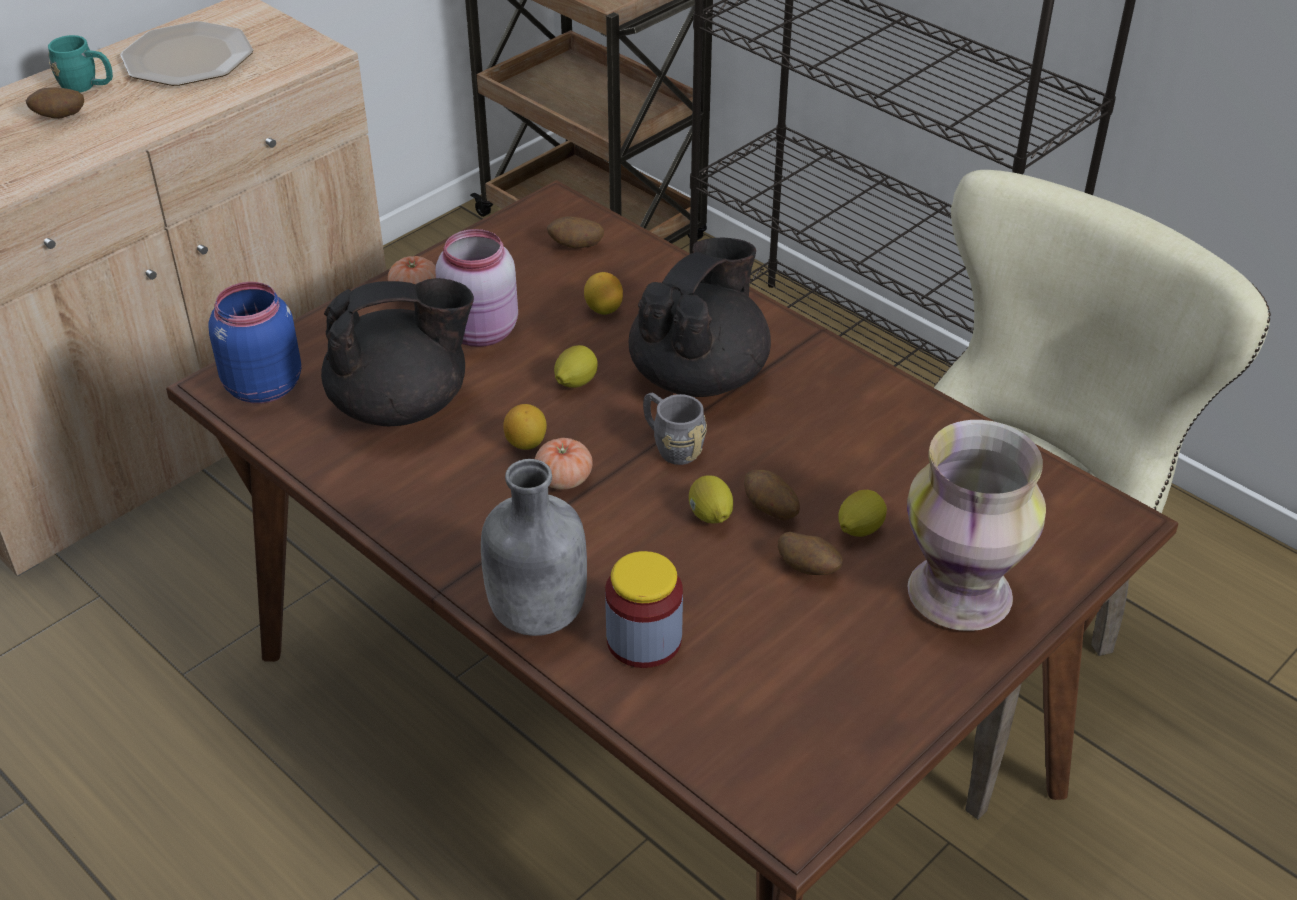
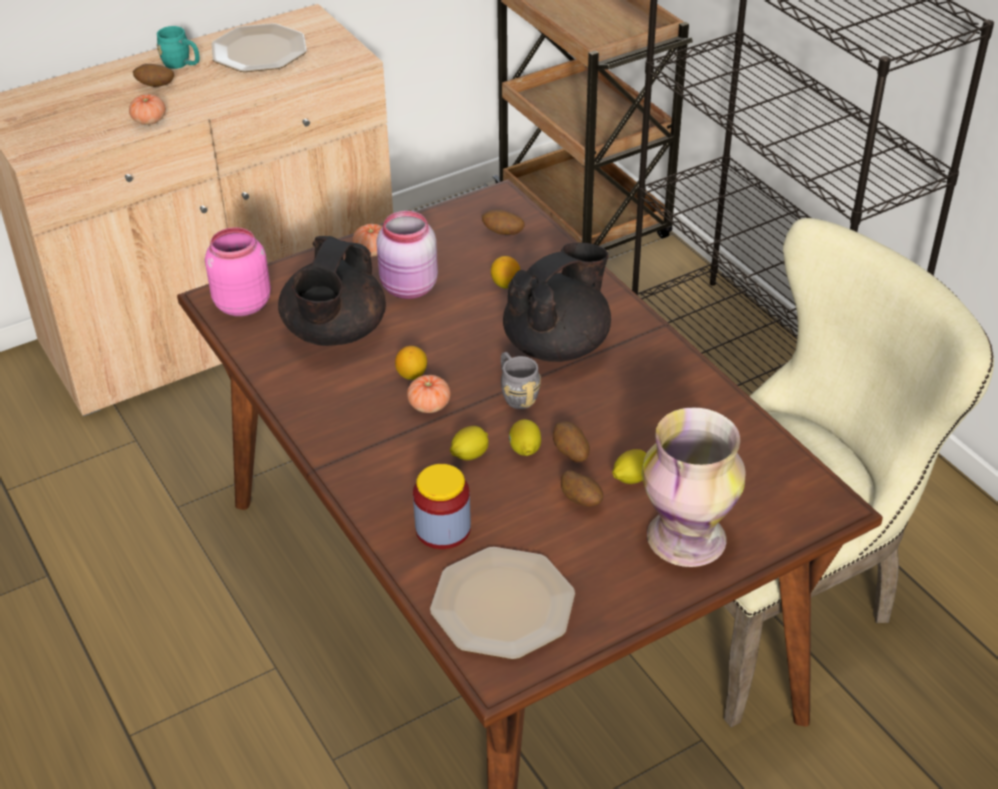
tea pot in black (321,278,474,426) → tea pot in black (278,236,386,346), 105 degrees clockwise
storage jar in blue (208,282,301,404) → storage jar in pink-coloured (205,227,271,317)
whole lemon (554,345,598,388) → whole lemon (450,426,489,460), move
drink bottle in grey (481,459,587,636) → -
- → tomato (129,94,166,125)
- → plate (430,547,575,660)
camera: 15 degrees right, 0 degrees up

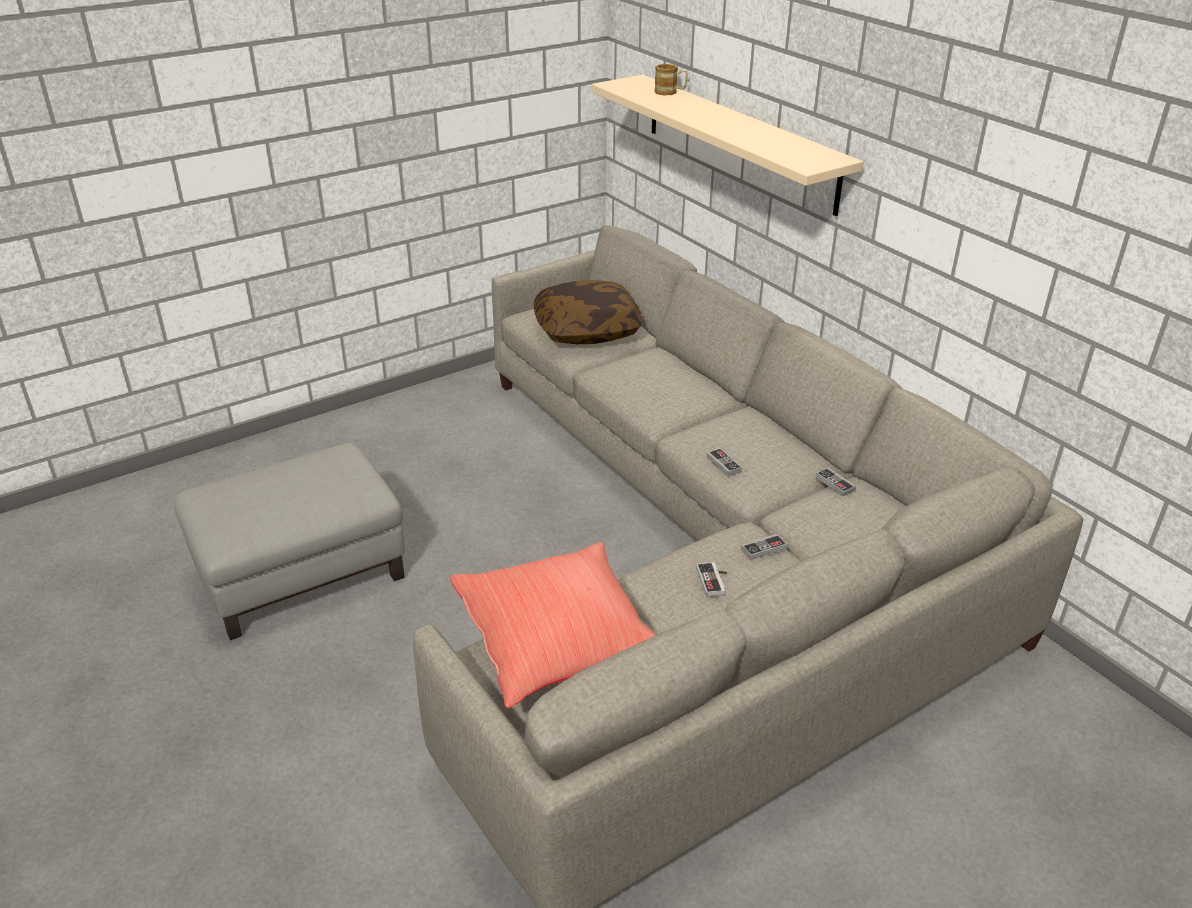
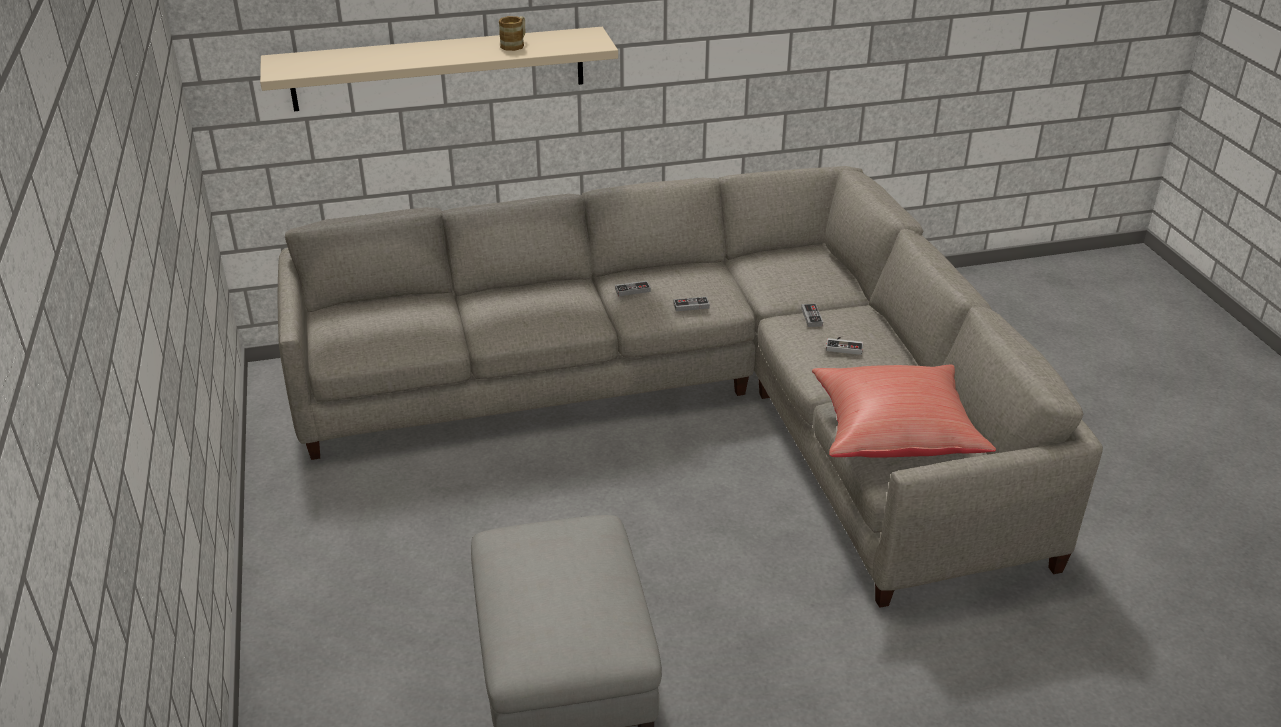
coffee mug (654,64,688,96) → coffee mug (499,16,525,51), move
pillow (534,280,642,344) → -
gamepad (815,468,856,496) → gamepad (615,281,651,296), move
camera: 70 degrees left, 0 degrees up

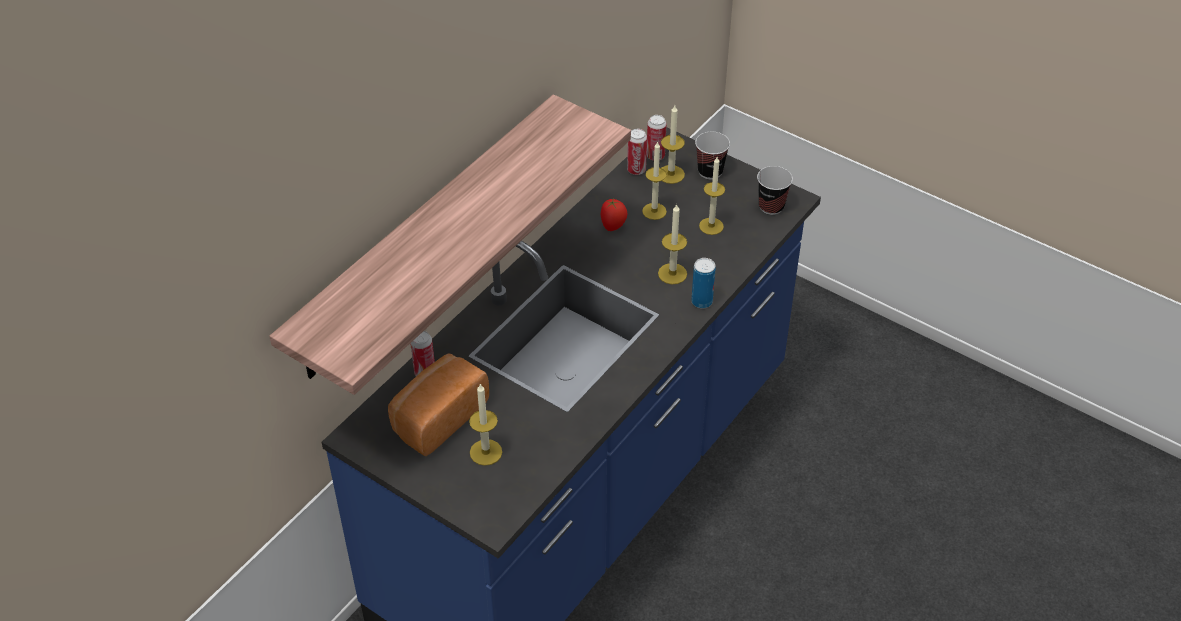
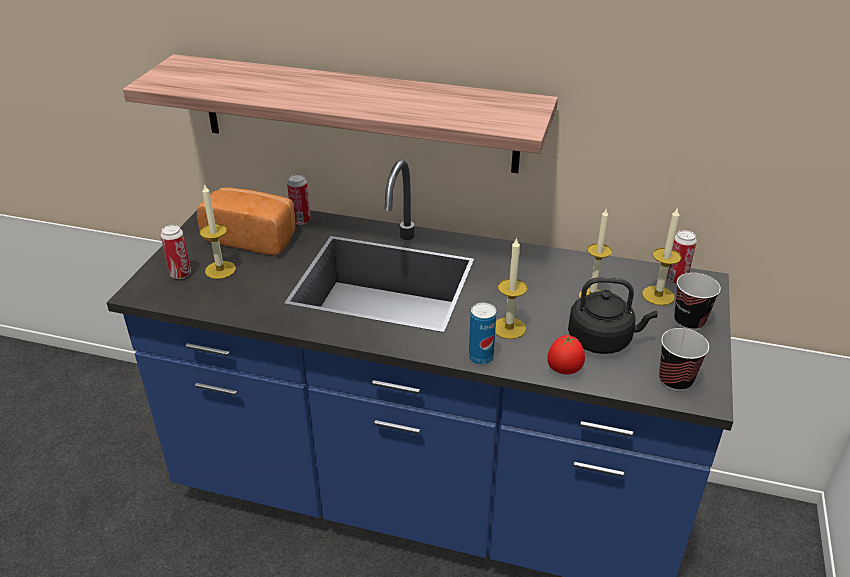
can (627,129,647,175) → can (161,225,191,279), move
candle (699,157,725,235) → kettle in black (568,277,658,354)
tomato (601,198,627,231) → tomato (547,335,585,375), move
camera: 70 degrees right, 10 degrees down

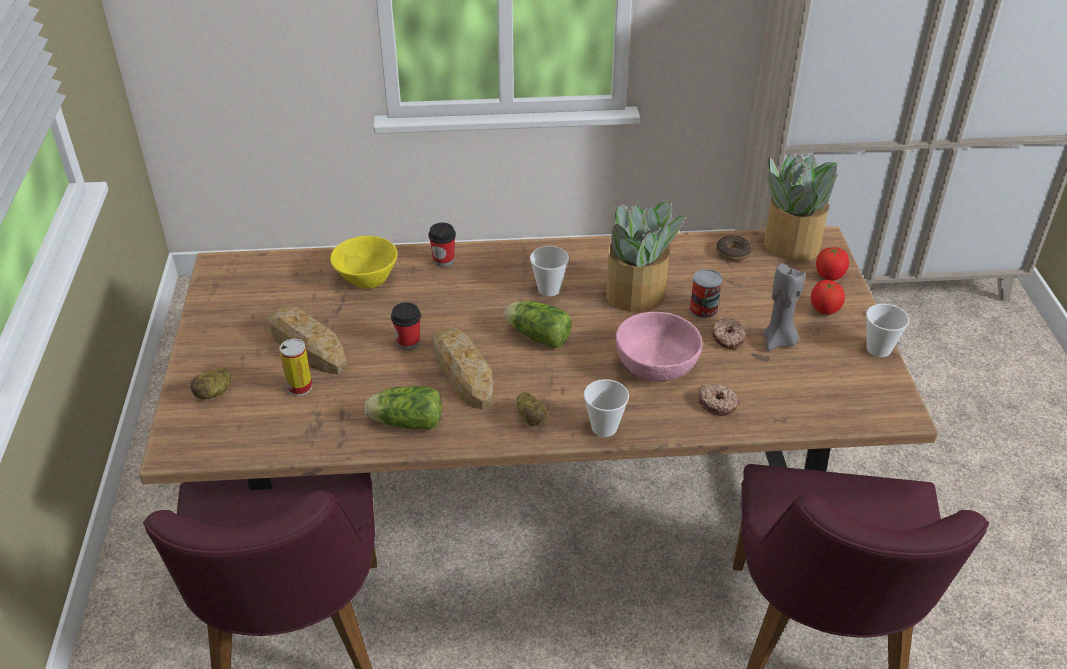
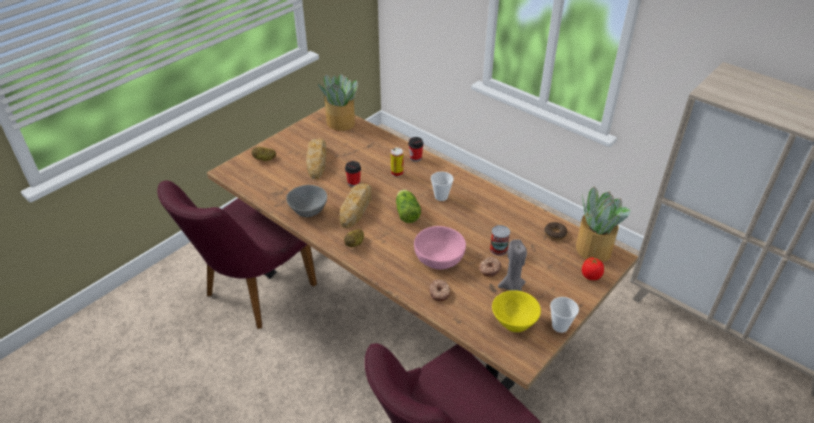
houseplant (606,201,685,312) → houseplant (318,74,358,131), move
deep dish in yellow (330,236,397,288) → deep dish in yellow (492,290,541,332), move
tomato (811,280,845,315) → -
can (279,339,312,396) → can (391,147,404,177), move
cup (584,379,629,437) → -
lettuce (365,386,442,430) → deep dish in grey (286,185,327,217)
camera: 45 degrees right, 0 degrees up

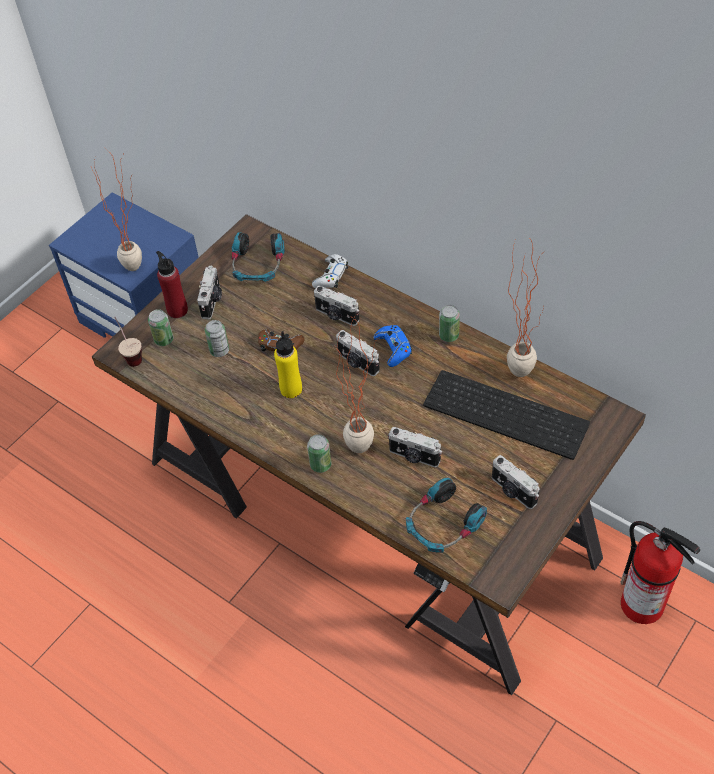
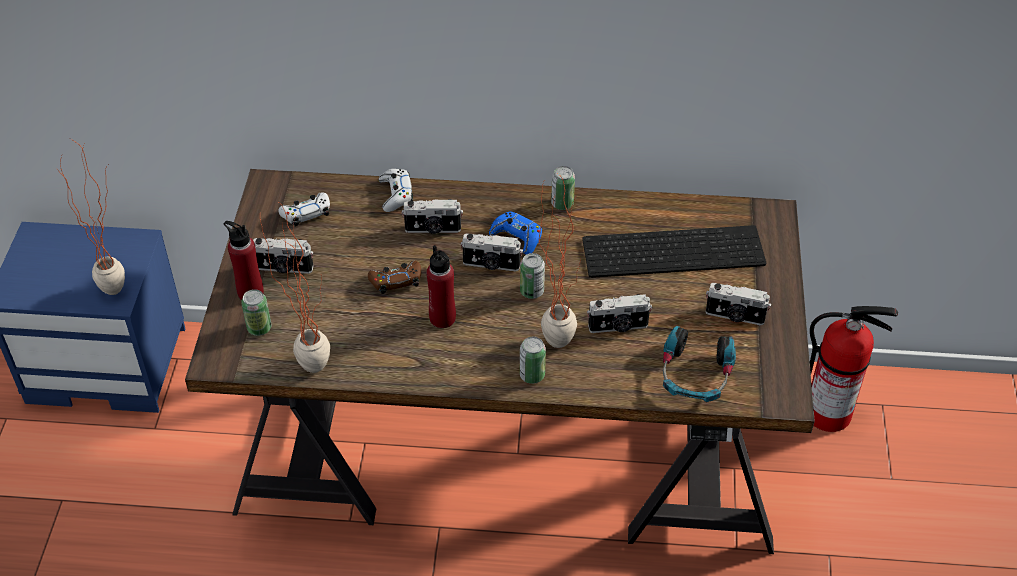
headset (231,232,285,282) → gamepad in white-coloured (278,192,330,227)
houseplant (507,237,544,377) → houseplant (260,202,330,373), move
still camera (197,266,222,319) → still camera (253,238,314,274), 120 degrees clockwise
cup (114,317,142,367) → -
can (205,320,229,357) → can (520,253,545,299), move
drink bottle in yellow (274,331,302,398) → drink bottle in red-coloured (426,245,456,328)
camera: 35 degrees left, 5 degrees down

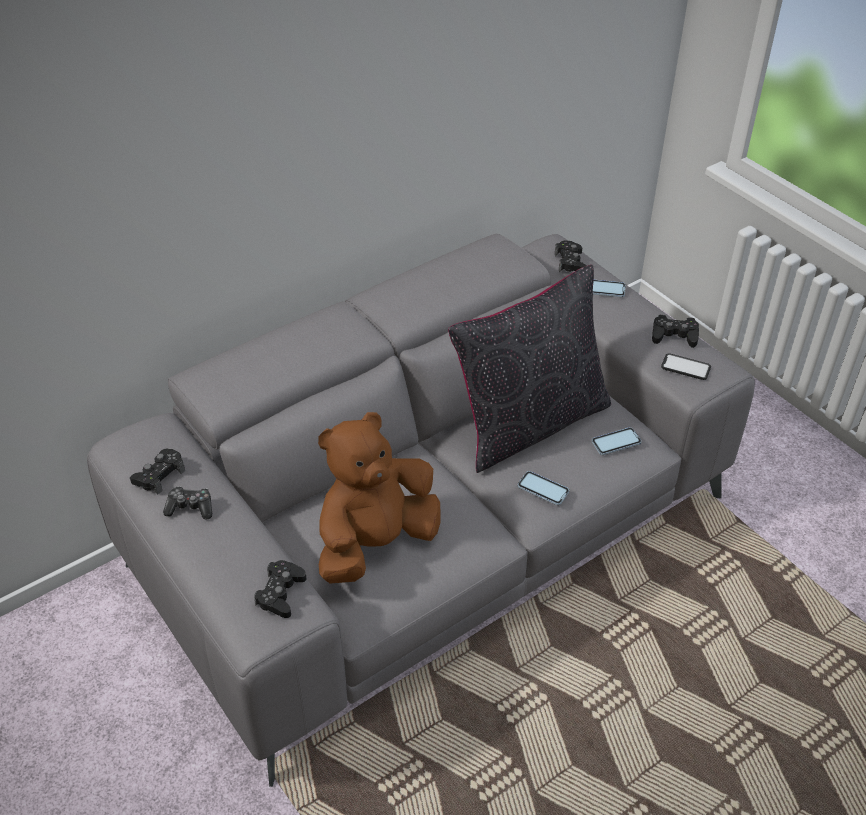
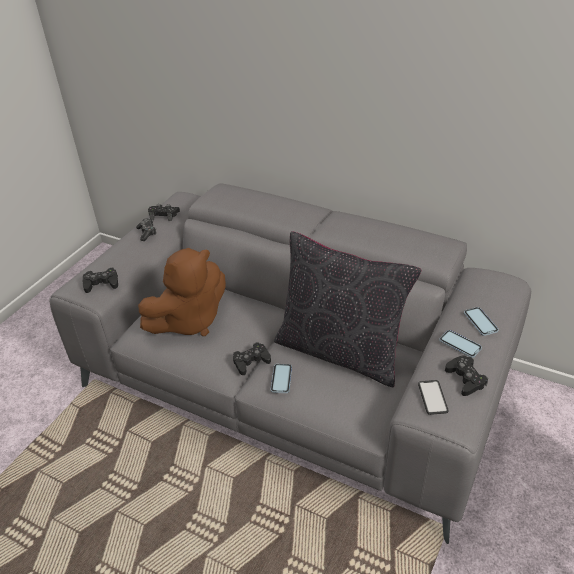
gamepad in black (555,241,587,272) → gamepad in black (233,342,271,375), move
soft toy in brownish (318,412,441,584) → soft toy in brownish (138,248,226,336), 120 degrees clockwise
handset (592,427,641,455) → handset (439,330,482,358), move
camera: 65 degrees right, 5 degrees down

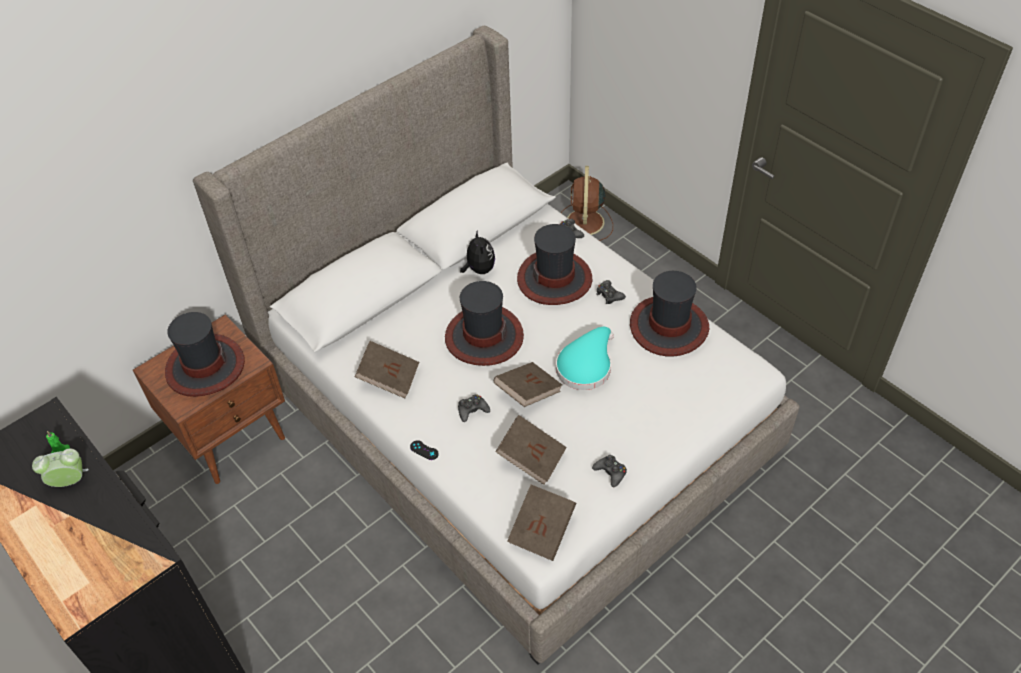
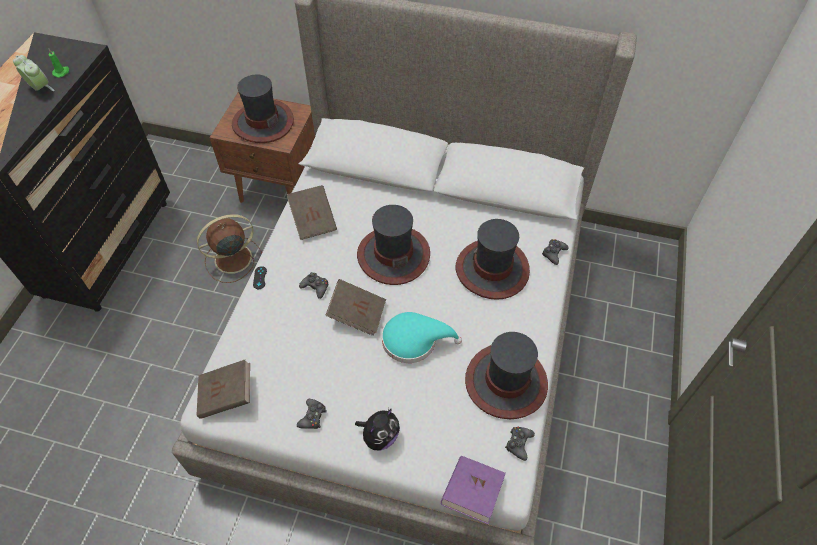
electric fan in brownish (561,166,613,241) → electric fan in brownish (197,214,262,283), move
soft toy (460,229,495,274) → soft toy (355,408,400,451), move
gamepad in black (596,280,626,304) → gamepad in black (505,427,535,461), move
book in brownish (496,415,567,485) → -
- → book in purplish (441,456,506,524)
camera: 55 degrees right, 5 degrees up

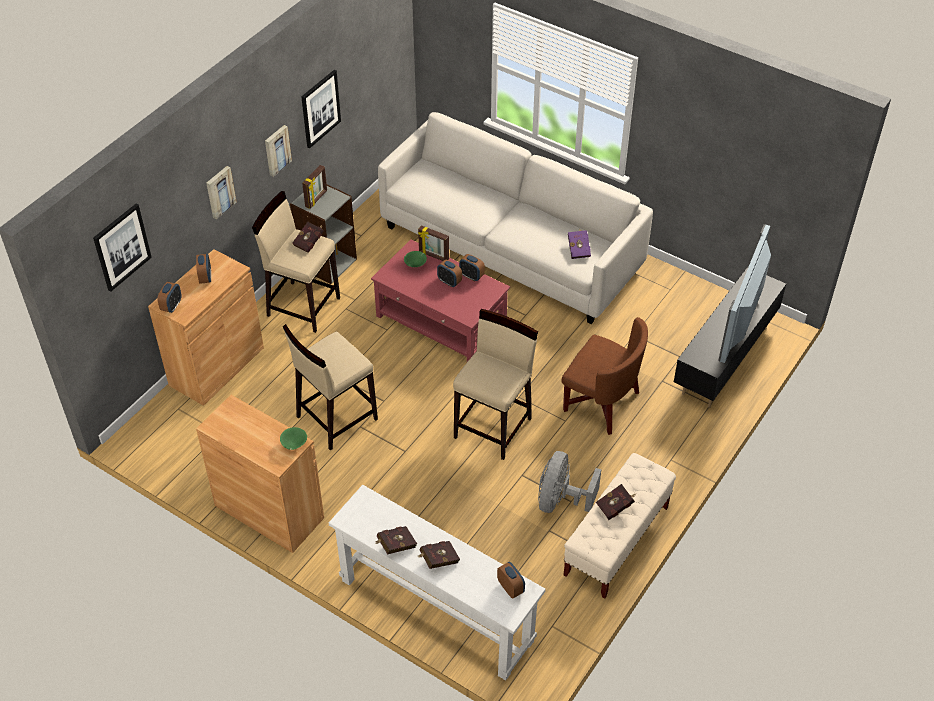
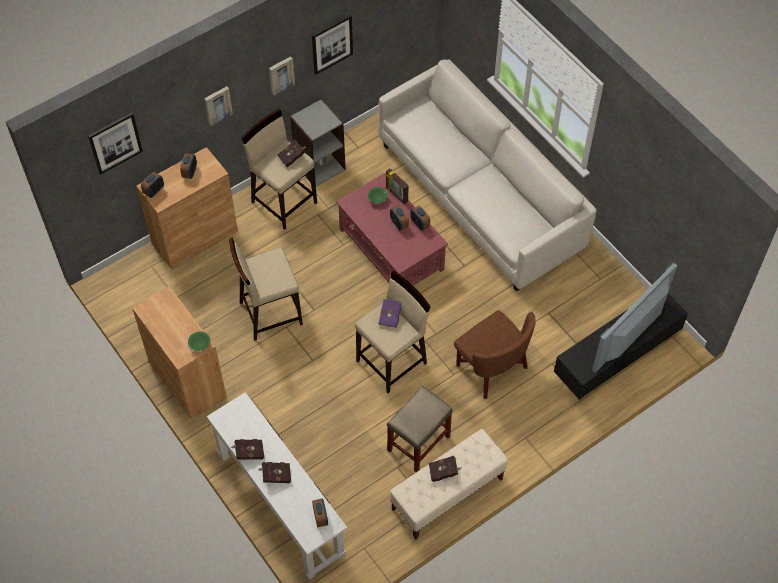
photo frame (302,165,327,209) → -
book in purplish (568,229,591,259) → book in purplish (378,299,401,328), move
electric fan in grey (538,451,601,513) → sitting stool in beige (387,386,453,472)
camera: 20 degrees right, 10 degrees up

